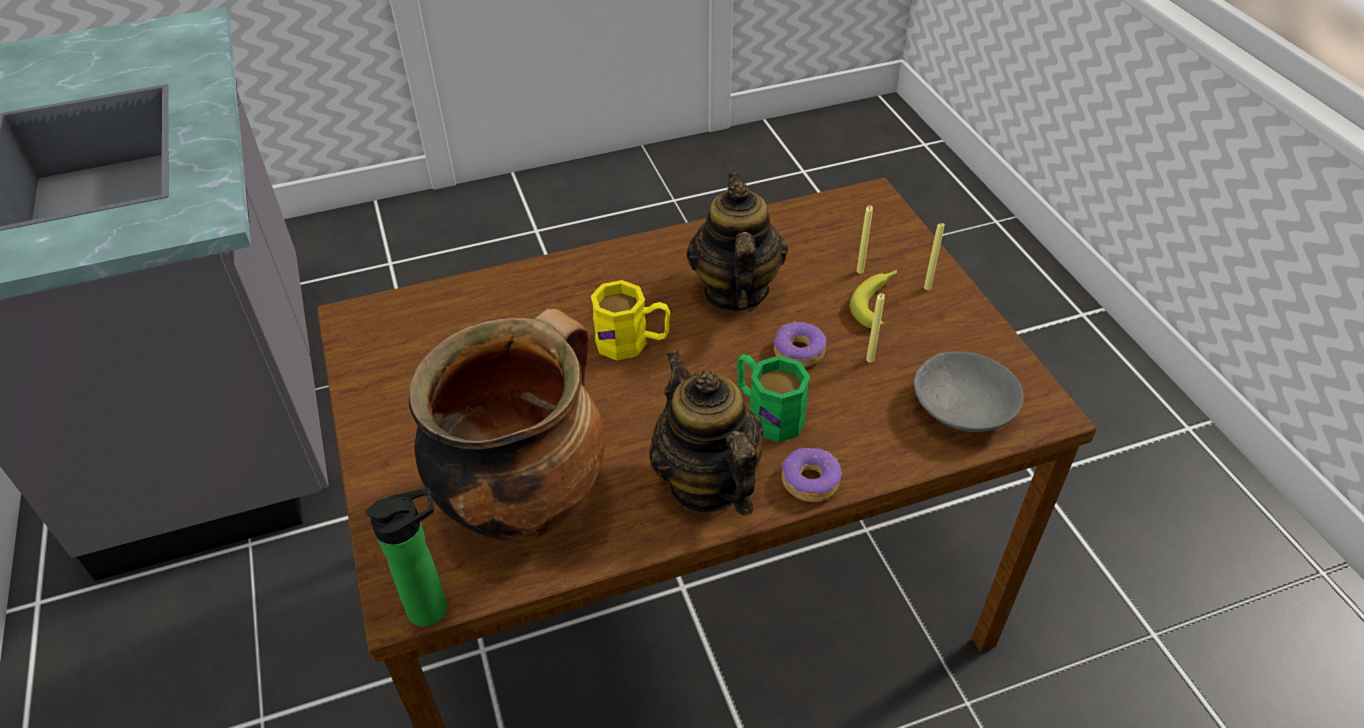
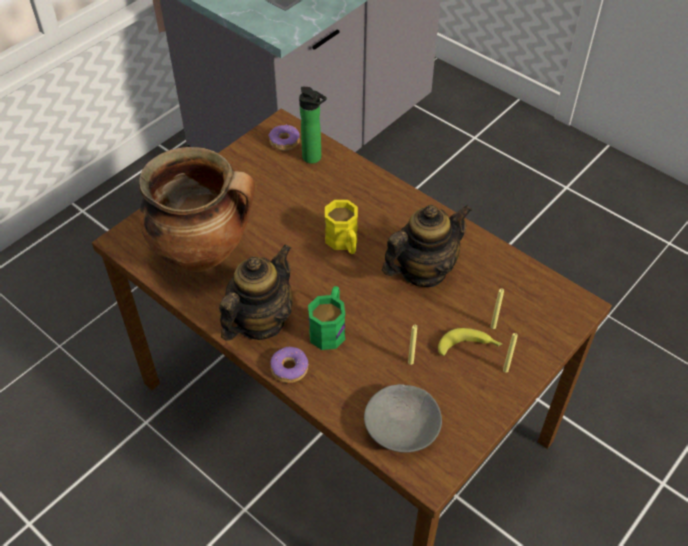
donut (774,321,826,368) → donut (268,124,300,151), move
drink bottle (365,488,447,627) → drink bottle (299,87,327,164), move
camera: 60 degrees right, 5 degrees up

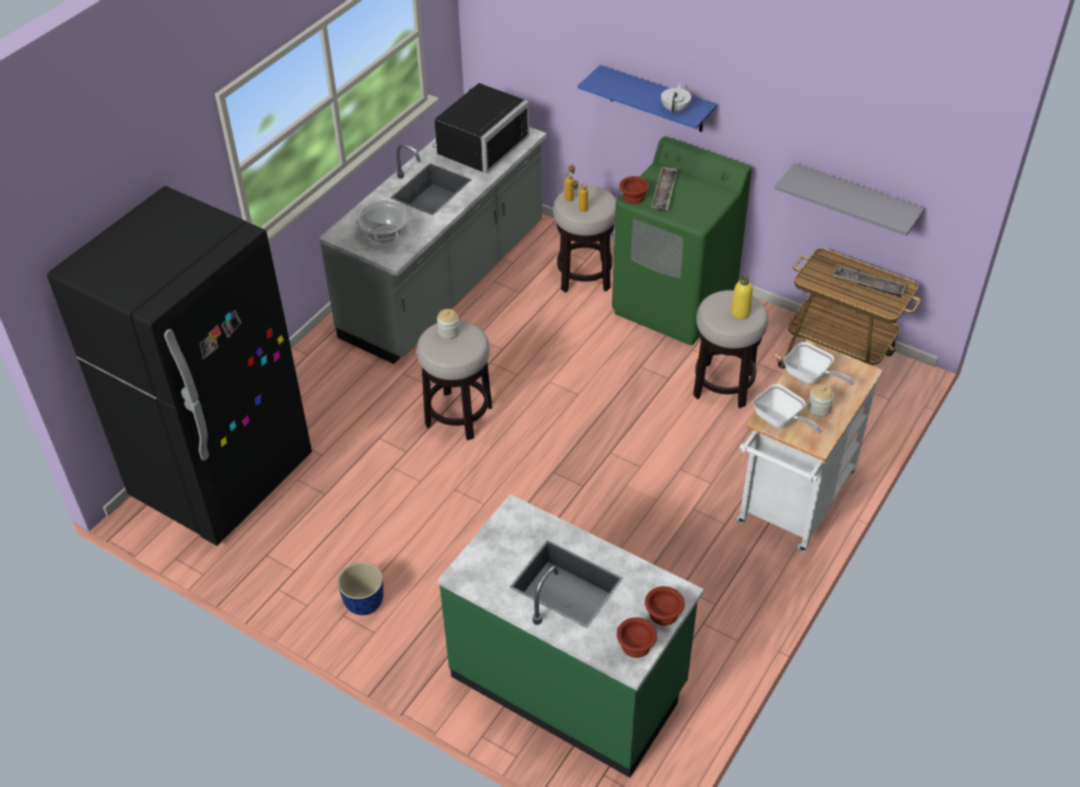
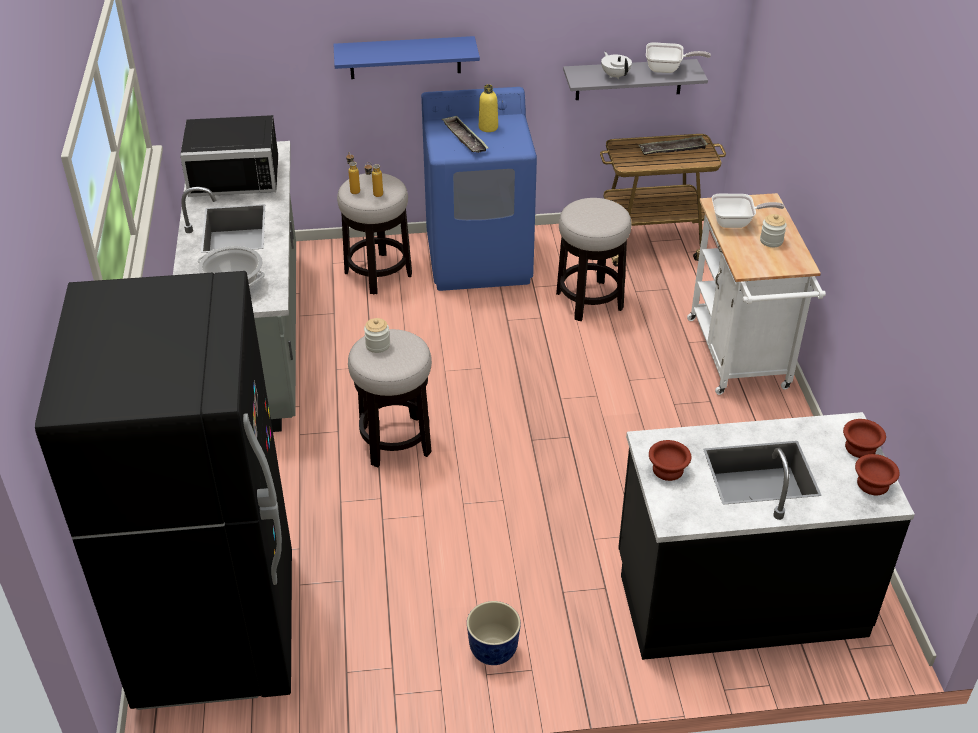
kitchen microwave in black (433,83,530,174) → kitchen microwave in black (180,115,278,197), 90 degrees clockwise
tea pot in white-coloured (661,83,691,114) → tea pot in white-coloured (601,52,632,79), move
washing machine in green (612,136,752,345) → washing machine in blue (421,87,537,291)
deep dish in brownish (619,176,649,204) → deep dish in brownish (649,440,691,481), move
drink bottle in yellow (731,275,753,319) → drink bottle in yellow (479,84,498,132), move
pan (753,384,822,434) → pan (646,42,711,73), move
counter in green (438,494,704,778) → counter in black (618,412,915,660)
camera: 40 degrees left, 5 degrees down

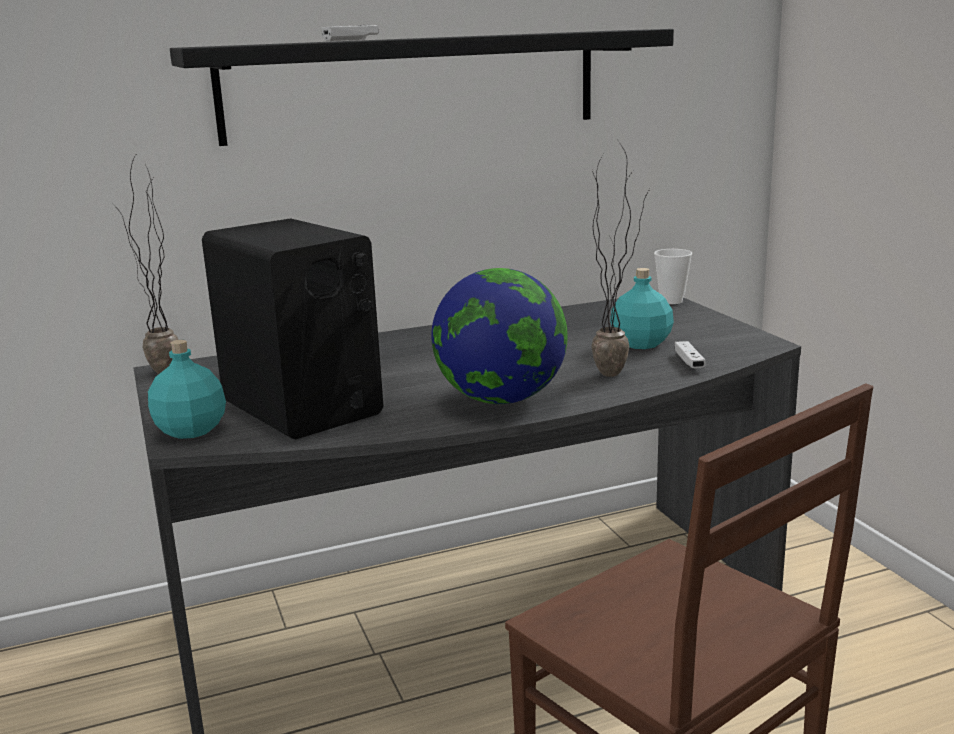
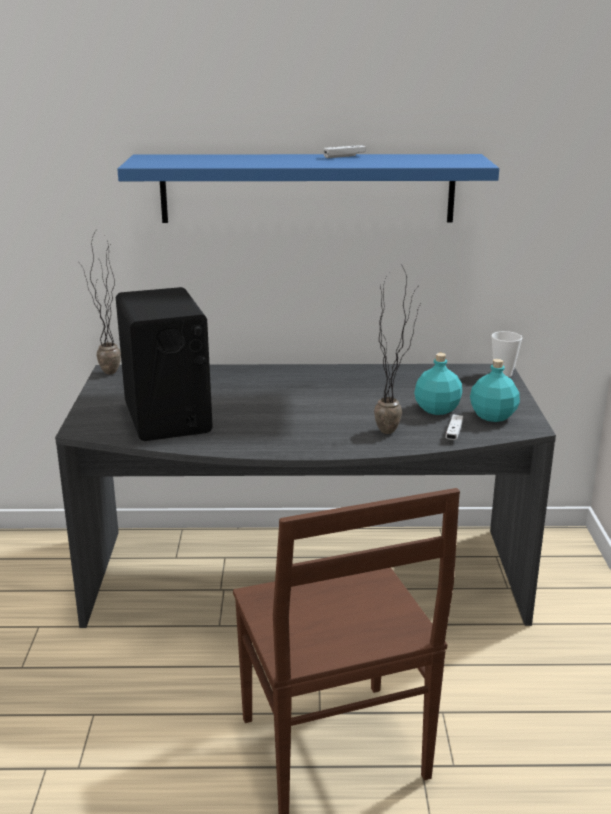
gamepad in white-coloured (321,25,379,41) → gamepad in white-coloured (324,145,366,158), move
wall shelf in black (170,29,674,146) → wall shelf in blue (117,154,499,223)
world globe (431,268,568,404) → -
drink bottle in turquoise (148,339,226,439) → drink bottle in turquoise (470,359,520,422), move
camera: 20 degrees right, 5 degrees up

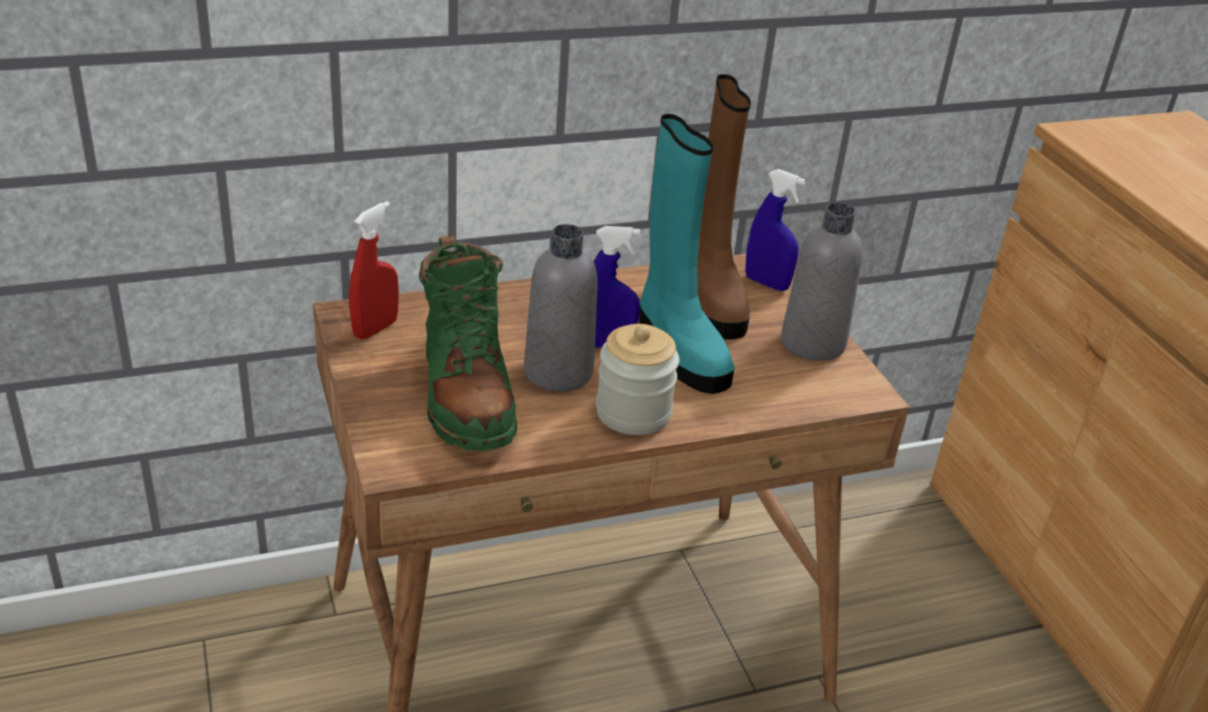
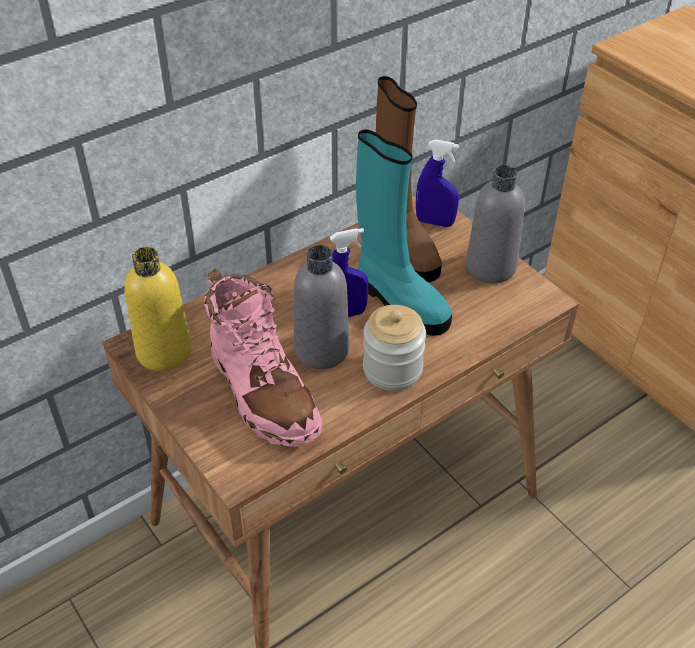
sprayer in red-coloured (349,201,399,339) → drink bottle in yellow (124,247,192,371)
high-top boot in green (419,234,517,451) → high-top boot in pink-coloured (204,269,322,447)
camera: 15 degrees left, 10 degrees up

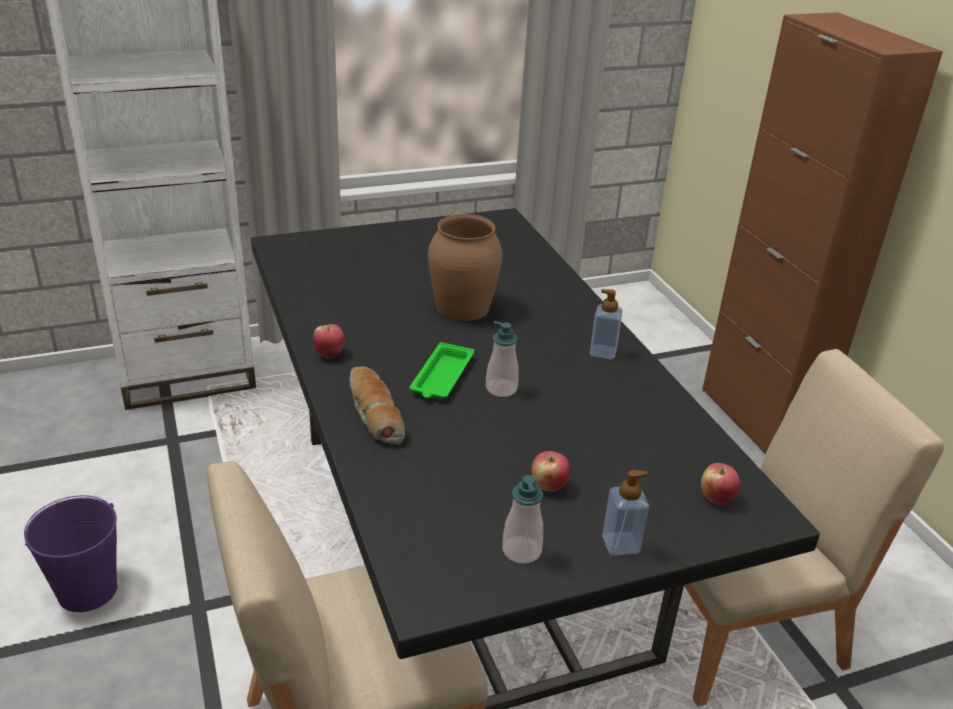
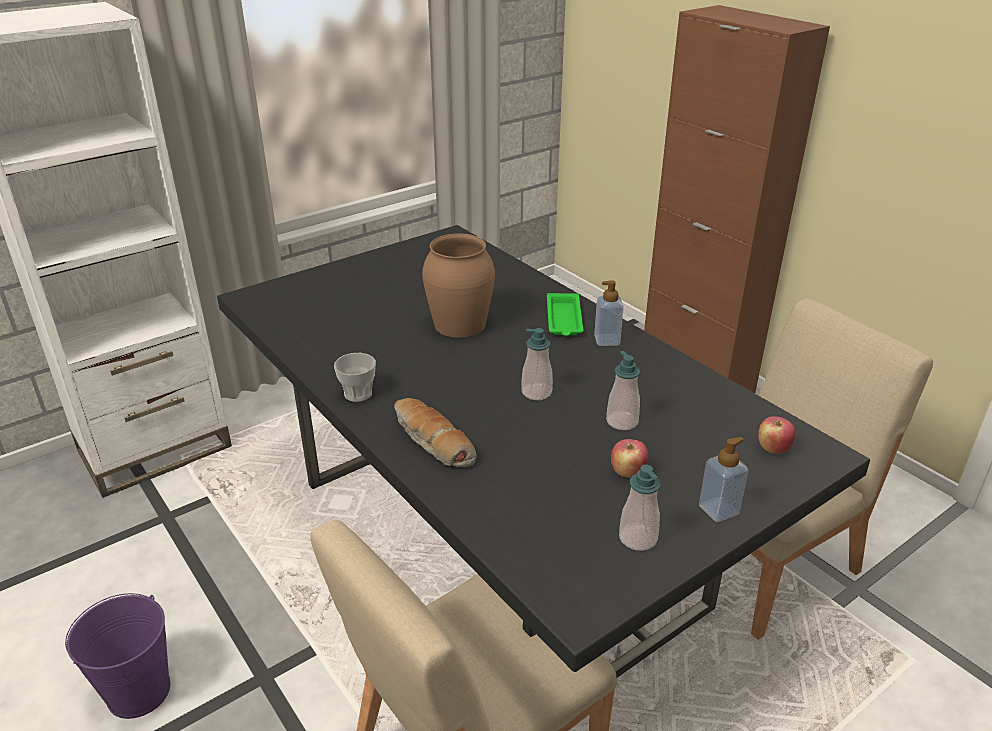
apple fruit (313,324,345,358) → cup (334,353,376,402)
carrying tray in green (409,342,474,399) → carrying tray in green (547,293,583,336), move
- → soap bottle (606,351,640,430)
camera: 15 degrees left, 0 degrees up

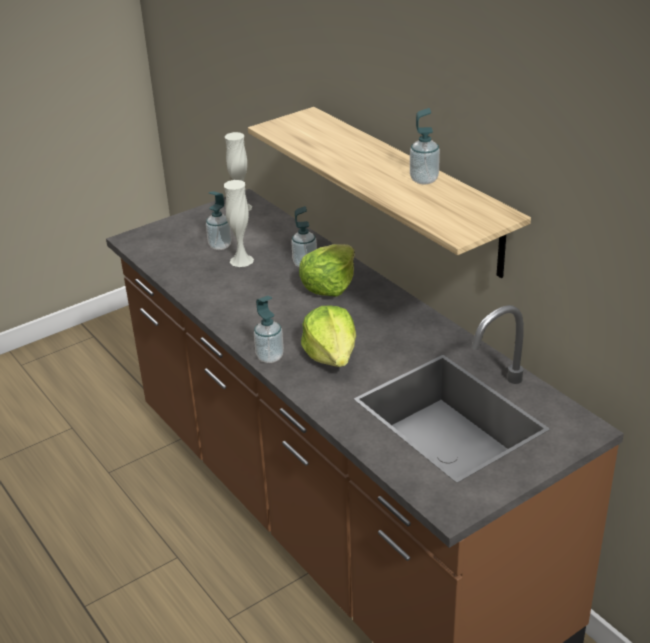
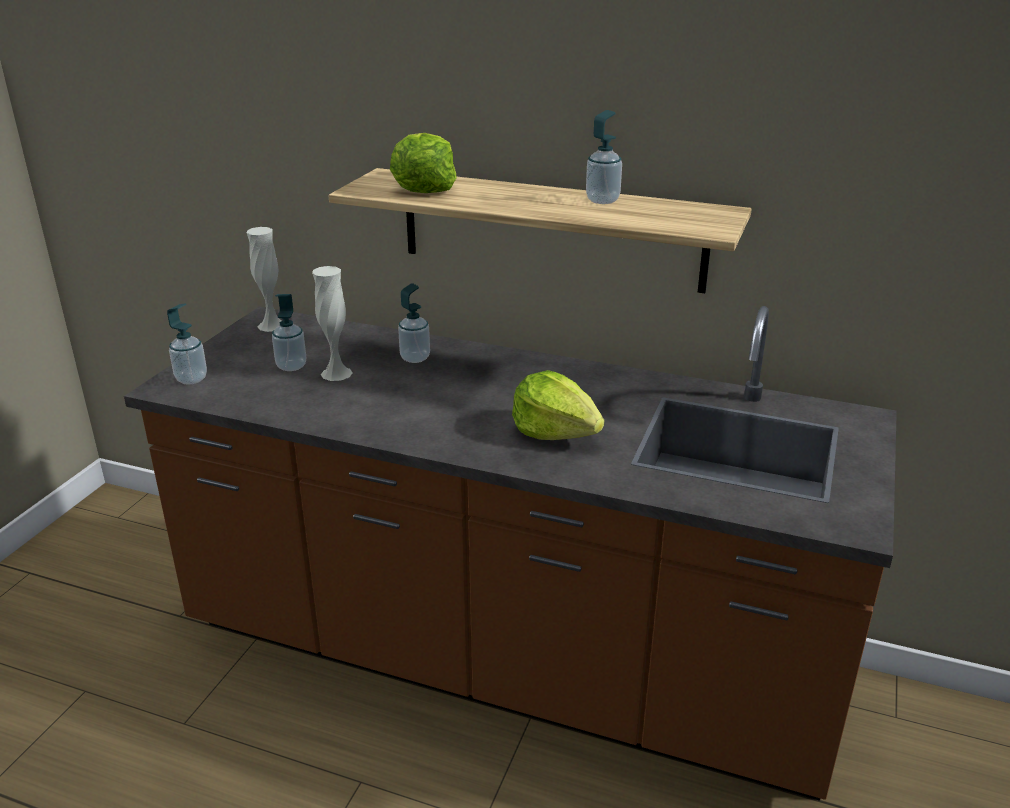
lettuce (299,244,355,297) → lettuce (390,133,456,193), move
soap bottle (254,296,284,363) → soap bottle (167,303,207,385), move
camera: 35 degrees left, 5 degrees down

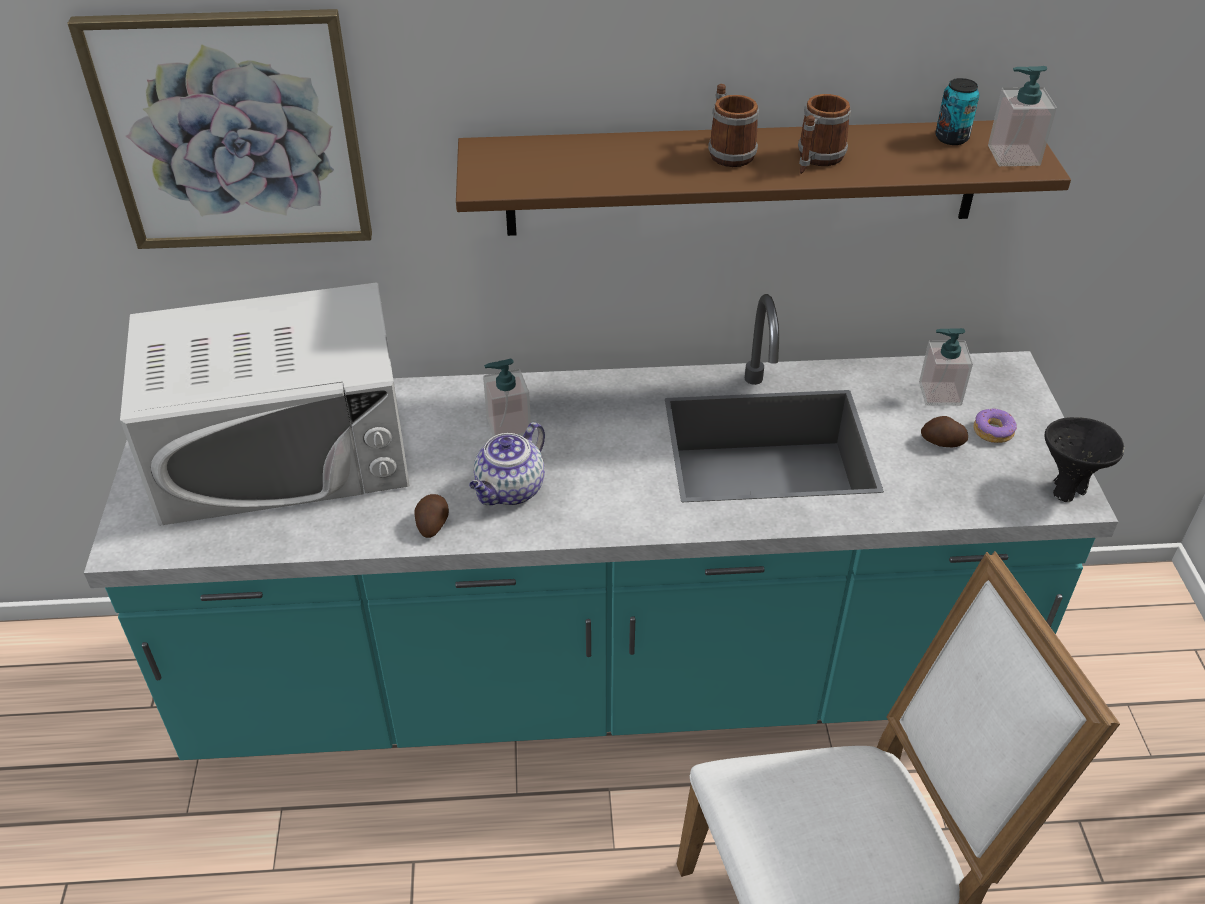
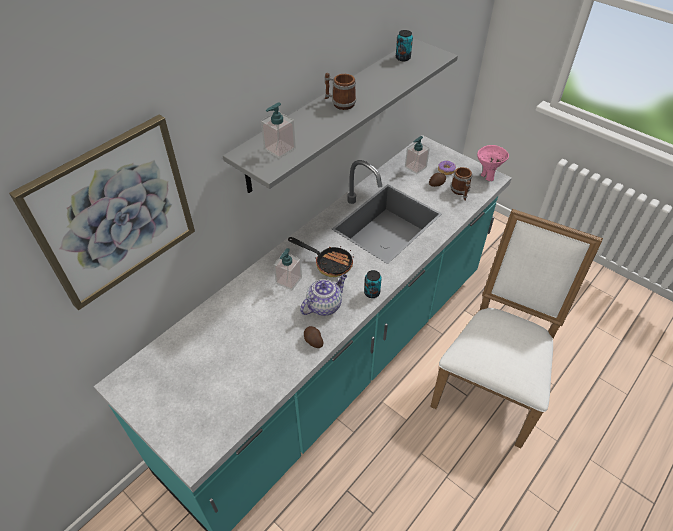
soap bottle (988,66,1057,166) → soap bottle (261,102,296,159), move
coffee mug (798,94,851,174) → coffee mug (451,167,472,201), move
wall shelf in brownish (456,120,1071,236) → wall shelf in grey (223,39,458,193)
kitchen microwave in white-coloured (120,282,410,526) → -
deep dish in black (1044,417,1124,502) → deep dish in pink-coloured (477,145,509,181)
tea pot (469,422,545,505) → tea pot (300,274,347,316), 120 degrees counterclockwise
- → pan (288,237,354,277)
- → can (364,270,382,298)
camera: 45 degrees left, 5 degrees up

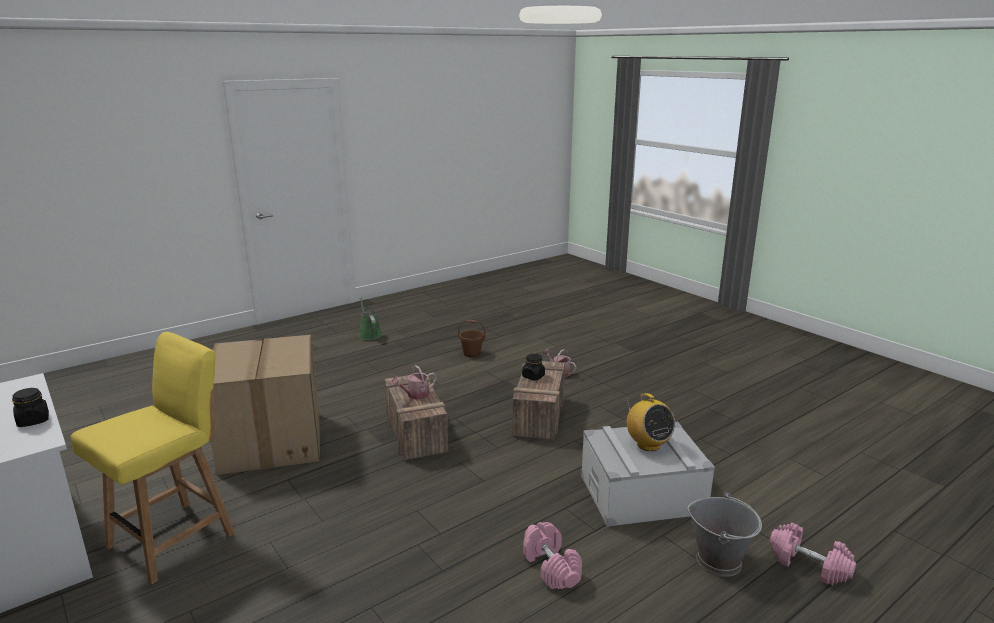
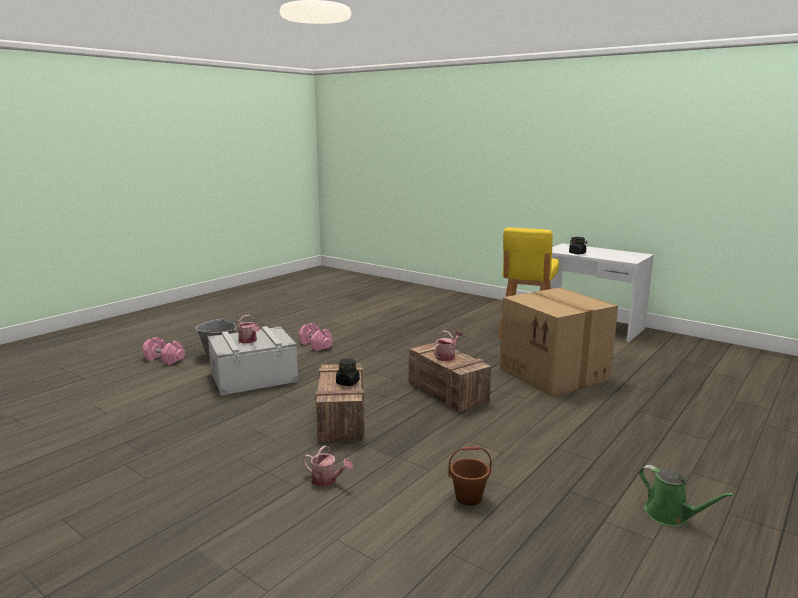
radio set (627,393,675,451) → watering pot (237,315,260,343)
camera: 165 degrees right, 5 degrees down

